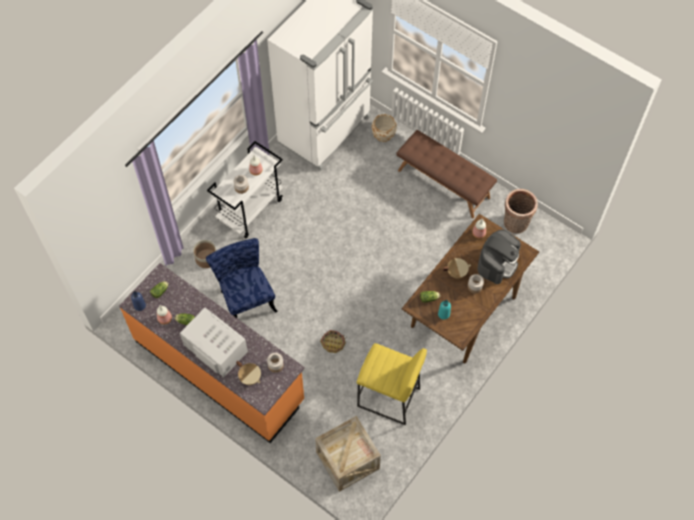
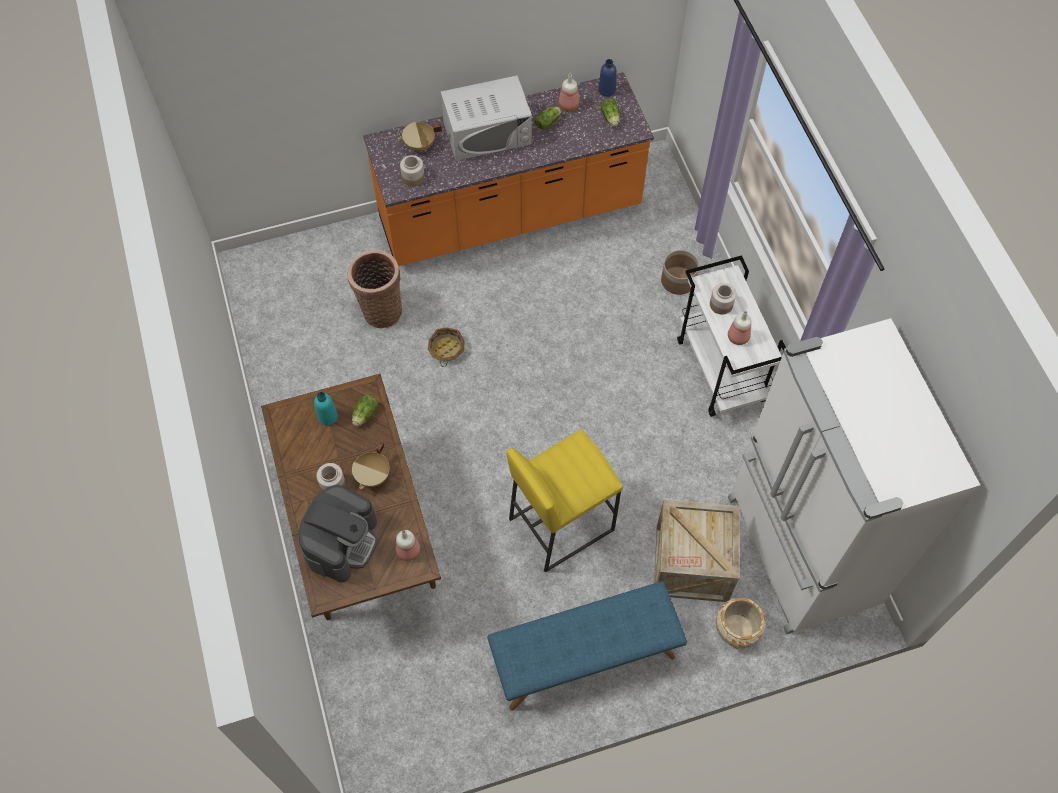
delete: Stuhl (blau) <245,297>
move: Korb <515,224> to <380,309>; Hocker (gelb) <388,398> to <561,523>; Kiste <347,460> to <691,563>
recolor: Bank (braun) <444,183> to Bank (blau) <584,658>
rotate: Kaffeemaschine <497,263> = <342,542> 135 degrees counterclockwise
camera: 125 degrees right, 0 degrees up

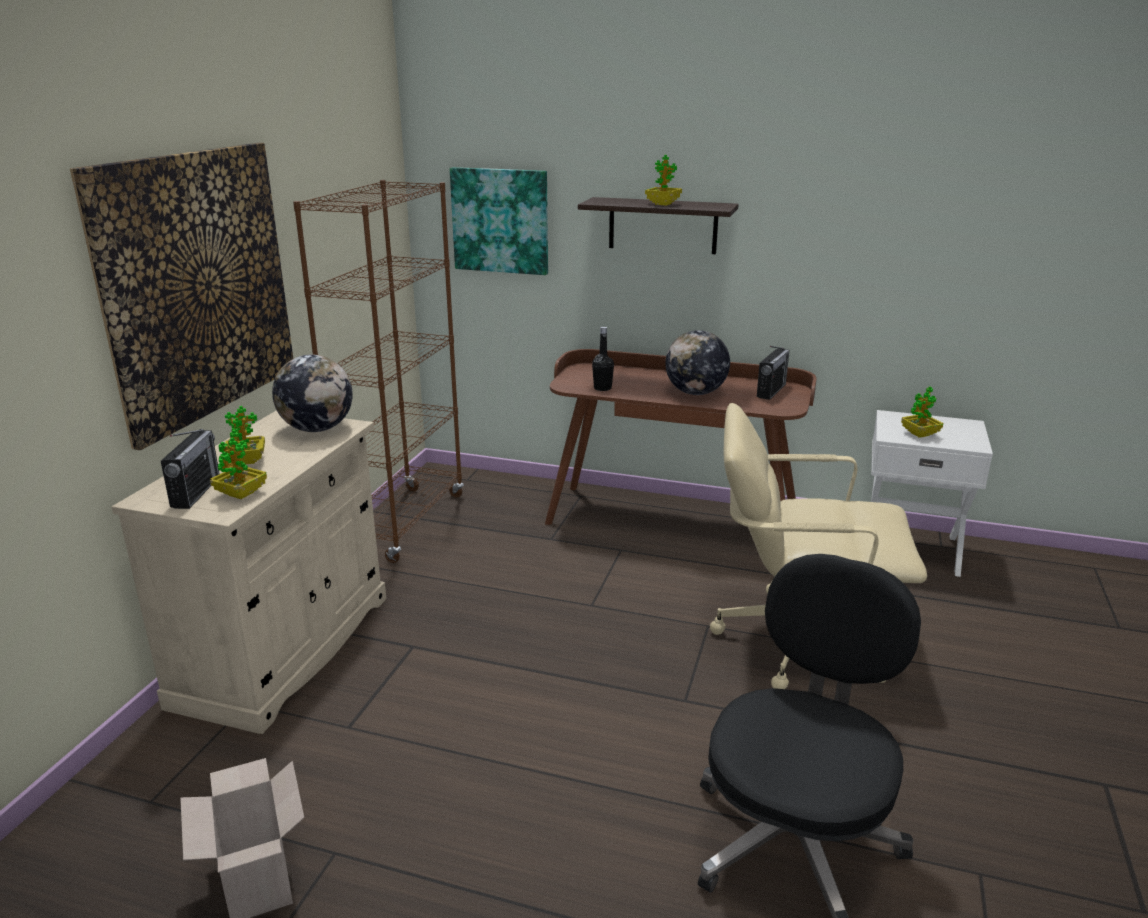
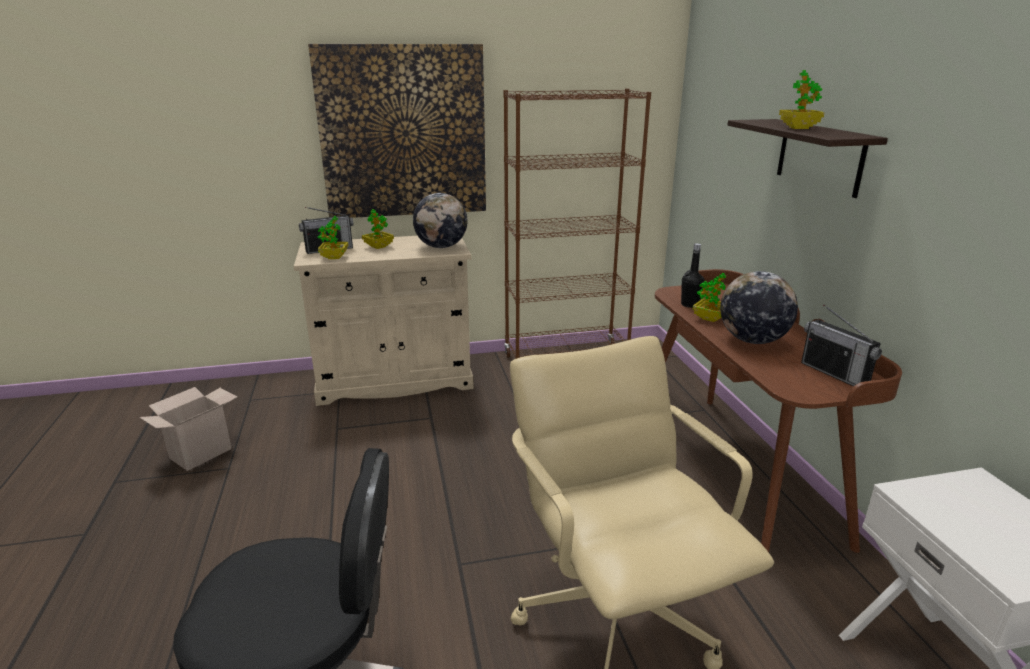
delete: Bild <500,220>
move: Topfpflanze <920,434> to <710,318>
rotate: Radio <771,391> = <834,373> 60 degrees clockwise
camera: 60 degrees right, 0 degrees up

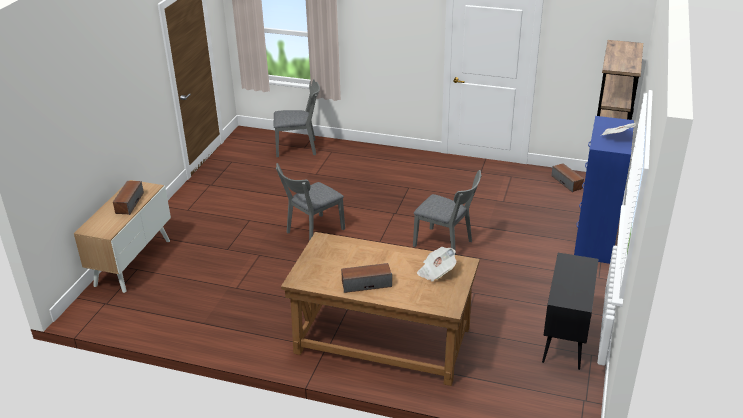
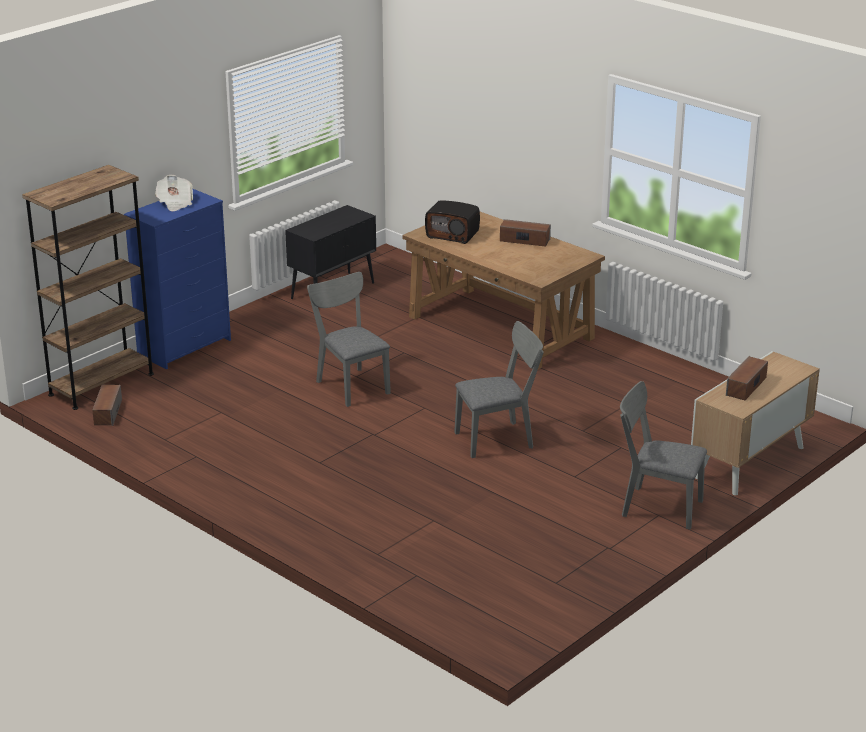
move: Stuhl (grau) <300,148> to <655,506>
replace: Zeitung <436,272> to Radio <453,234>
camera: 155 degrees left, 5 degrees down

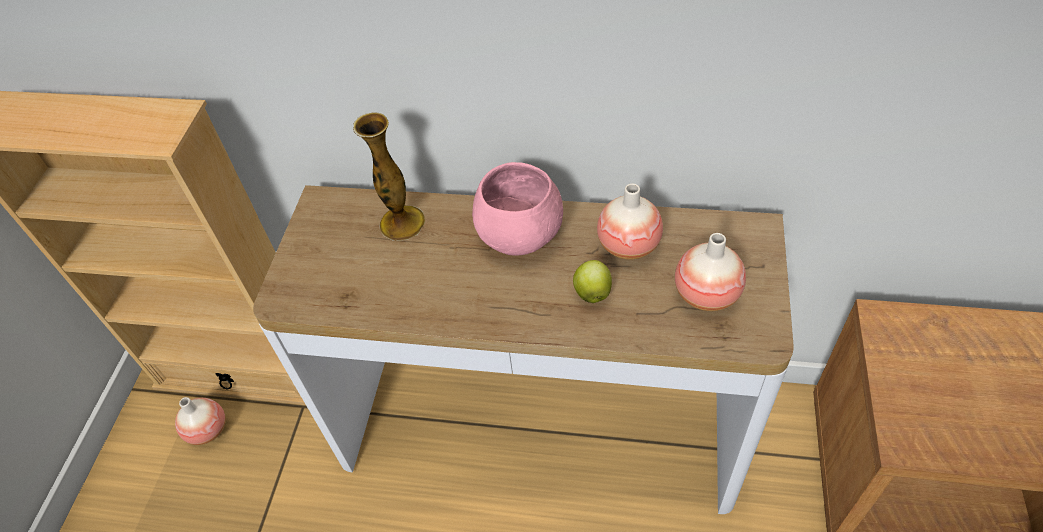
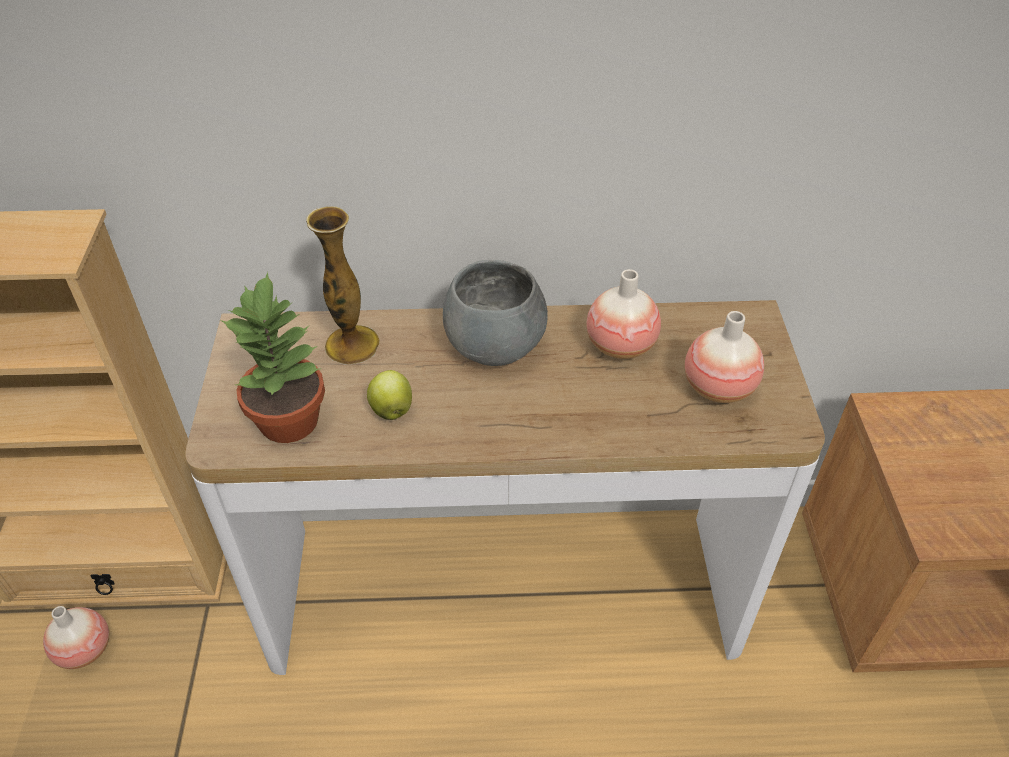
insert: Topfpflanze <291,420>
move: Apfel <592,292> to <391,409>
recolor: Schüssel (rosa) <521,235> to Schüssel (grau) <496,345>
camera: 15 degrees left, 5 degrees down

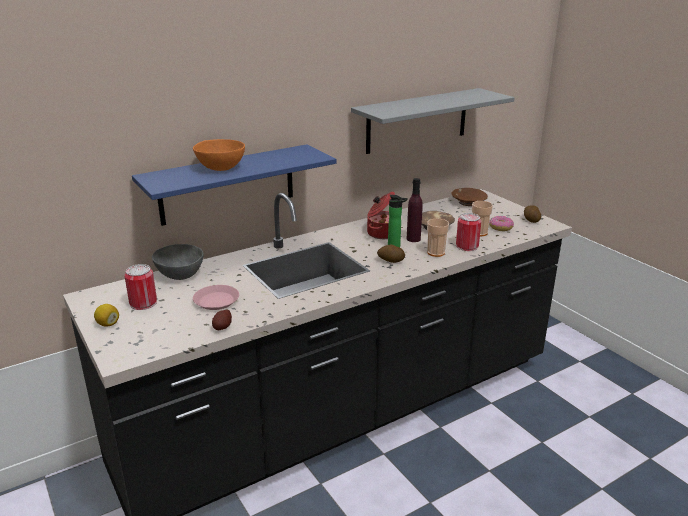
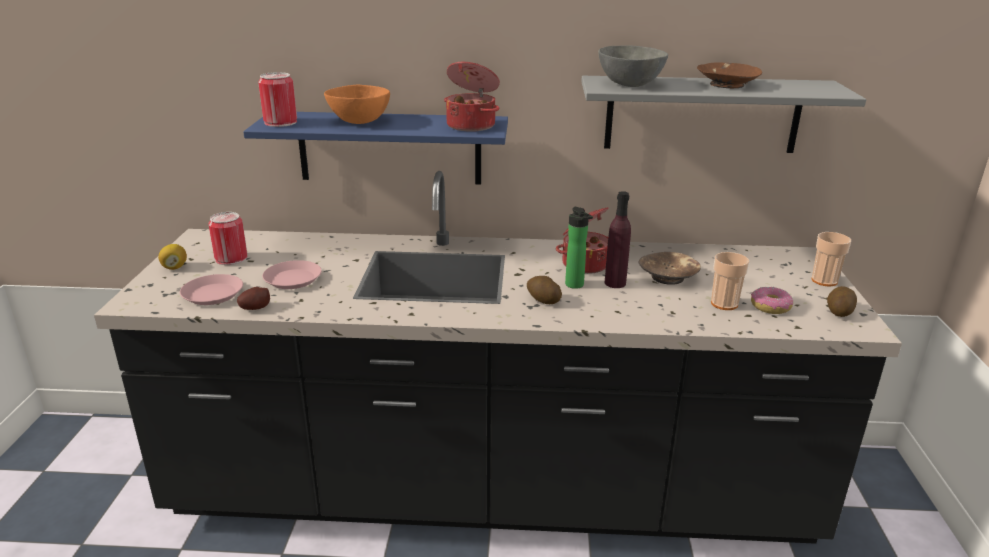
insert: Kochtopf <472,125>; Teller (rosa) <212,294>
move: Schüssel (braun) <468,202> to <726,84>; Dose <467,246> to <280,122>; Tasse <436,253> to <824,281>; Schüssel (grau) <180,274> to <629,84>
camera: 35 degrees right, 0 degrees up

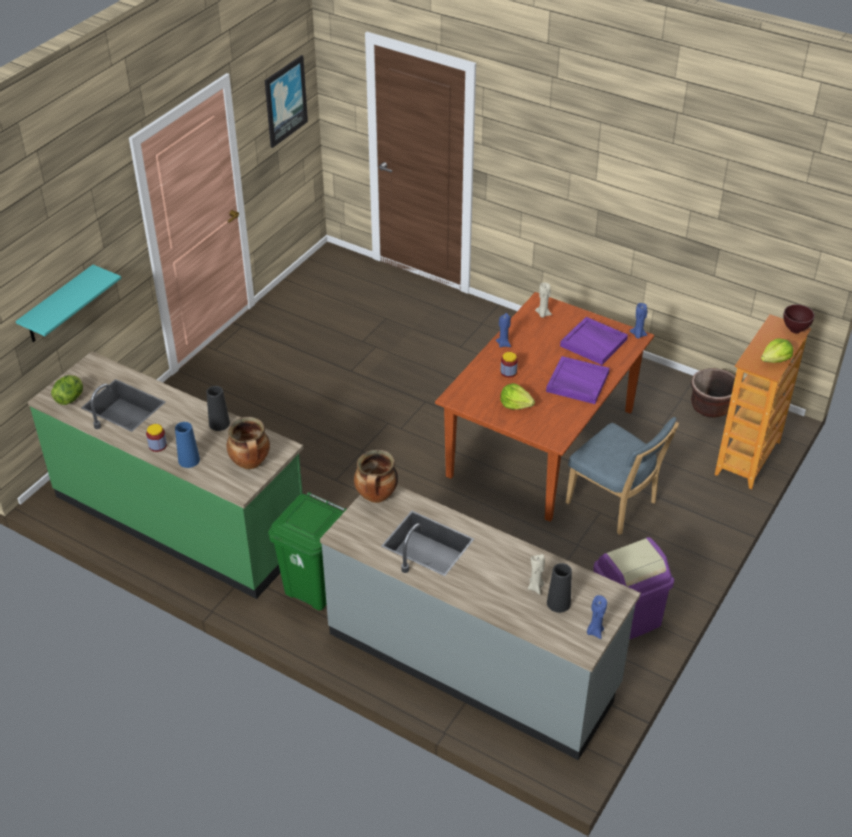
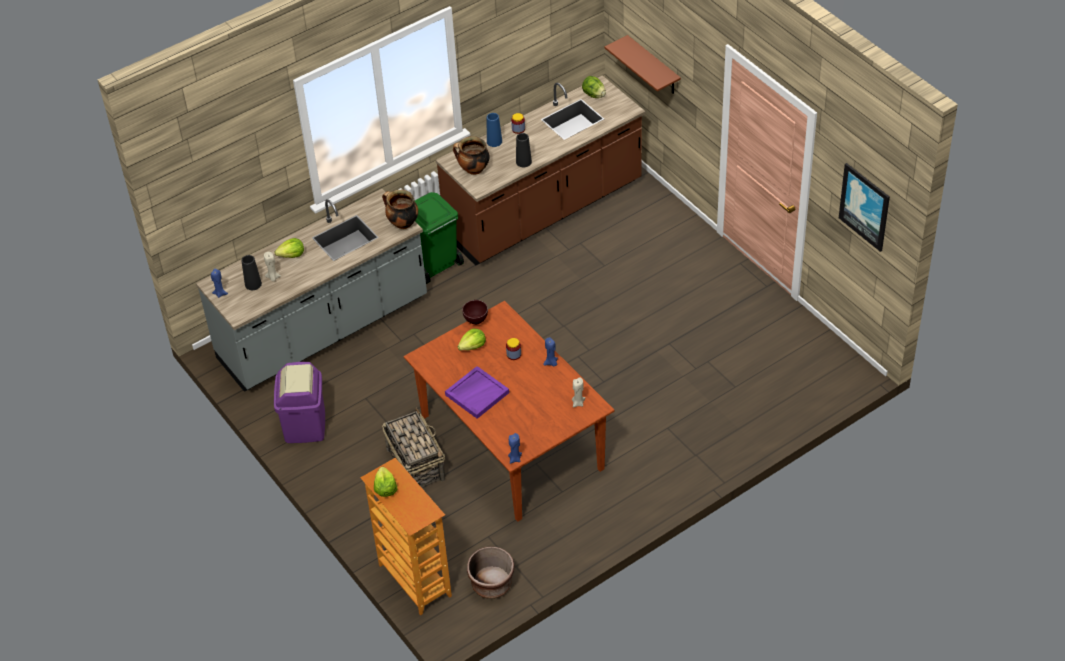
delete: Tablett (lila) <594,343>
insert: Salatkopf <292,255>
move: Schüssel (braun) <794,330> to <475,321>
replace: Stuhl (blau) <614,505> to Korb <415,463>
recolor: Wandregal (türkis) <58,306> to Wandregal (braun) <653,66>; Küchenzeile (grün) <180,518> to Küchenzeile (braun) <545,211>
camera: 115 degrees right, 5 degrees up

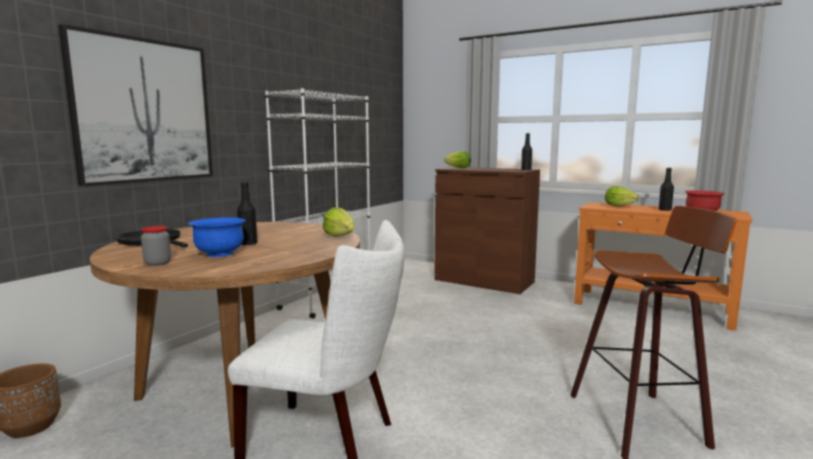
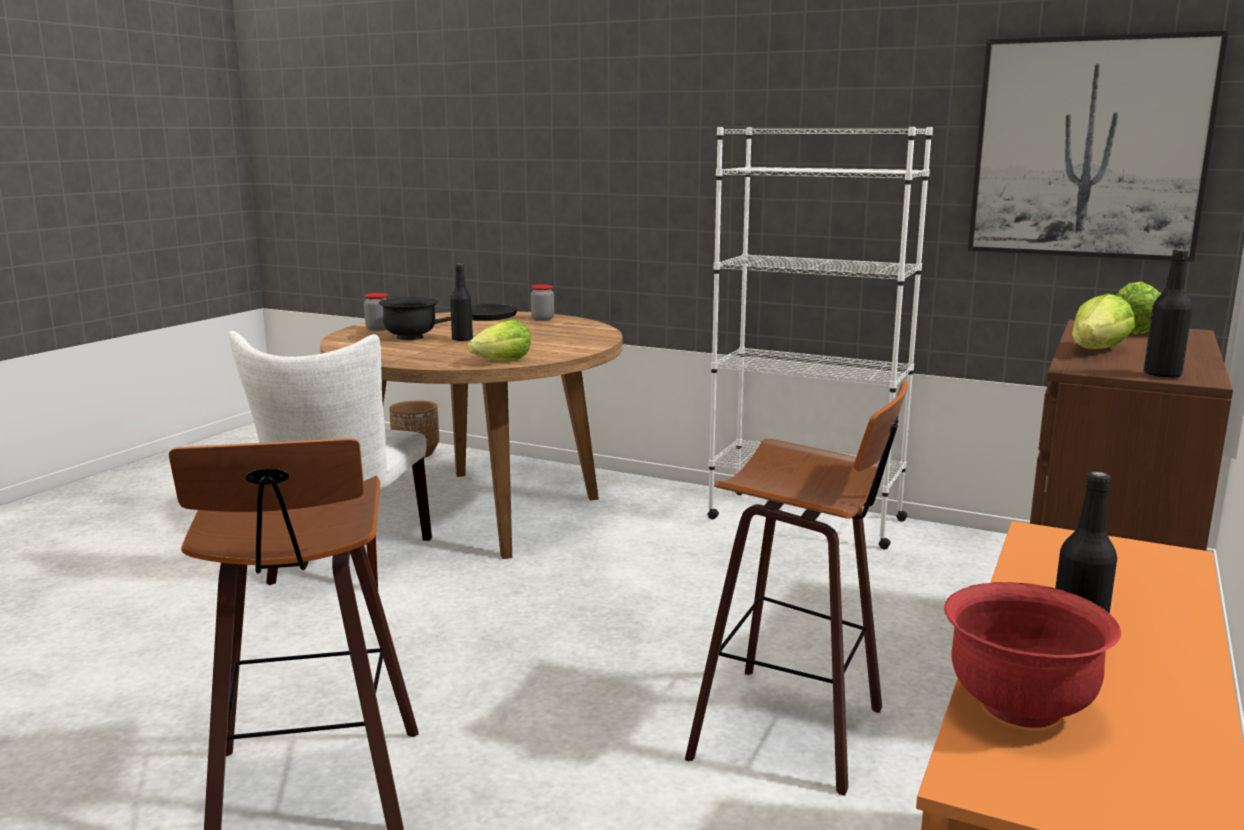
insert: Vorratsglas <542,319>; Hocker <796,730>
move: Bild <144,111> to <1089,148>; Salatkopf <619,206> to <1097,350>
recolor: Schüssel (blau) <220,254> to Schüssel (schwarz) <410,337>
camera: 85 degrees right, 5 degrees up

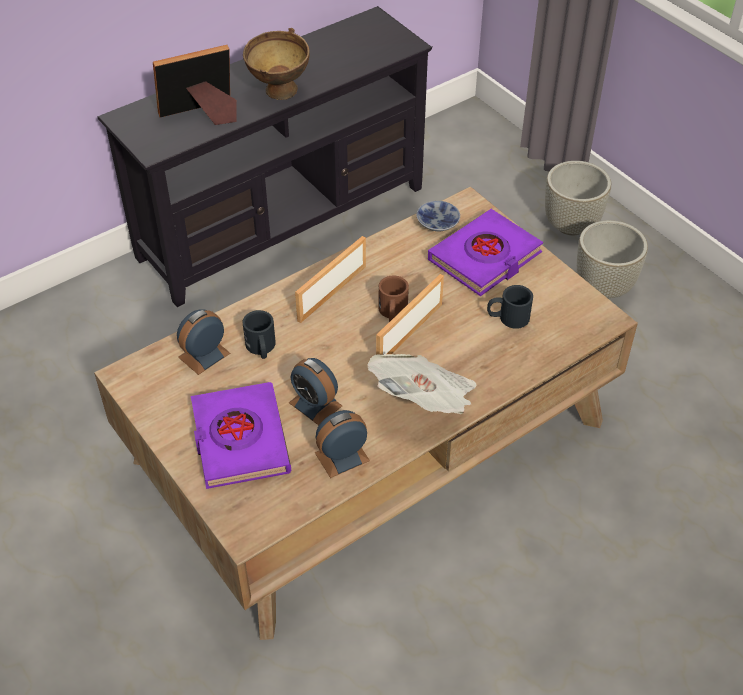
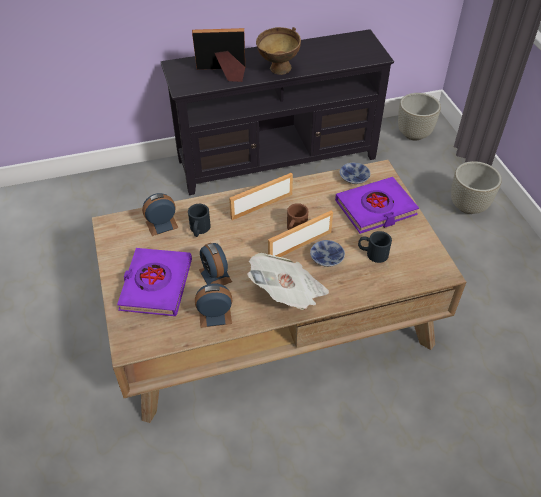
insert: Schüssel <327,259>
move: Pflanzkübel (grau) <603,286> to <414,134>
camera: 20 degrees right, 0 degrees up

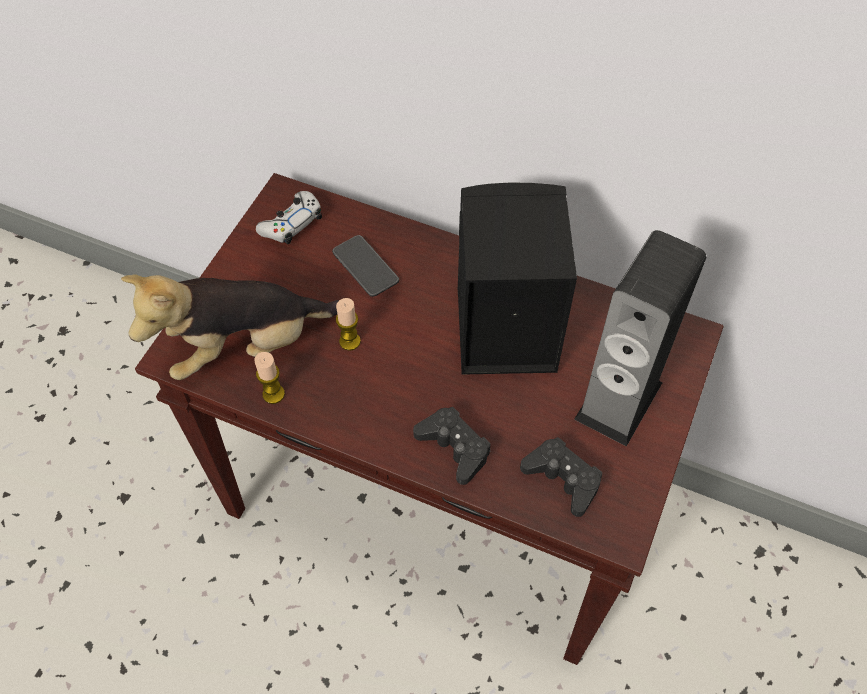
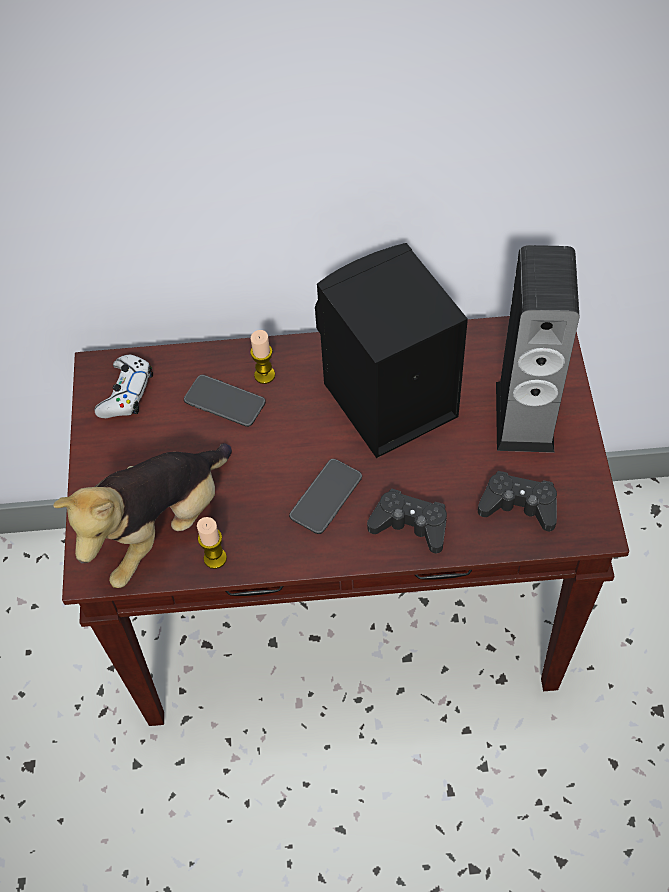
insert: Handy <326,497>
move: Kerze <350,341> to <264,375>
camera: 25 degrees left, 0 degrees up

